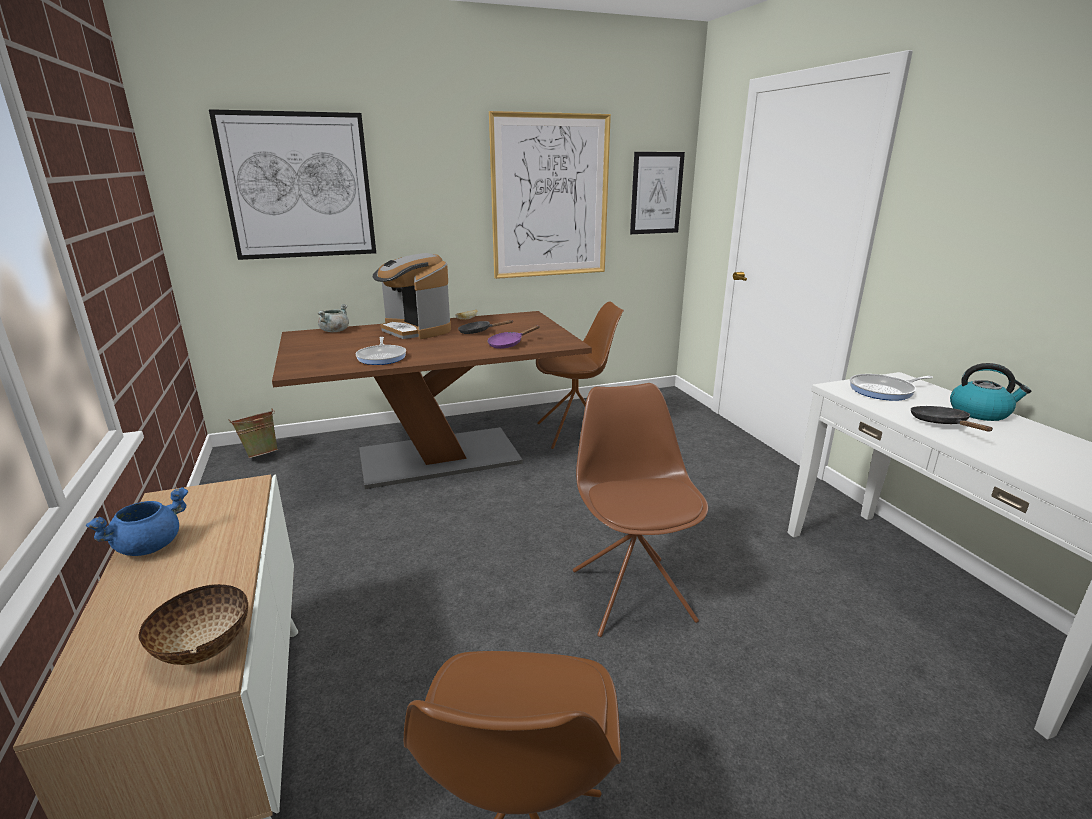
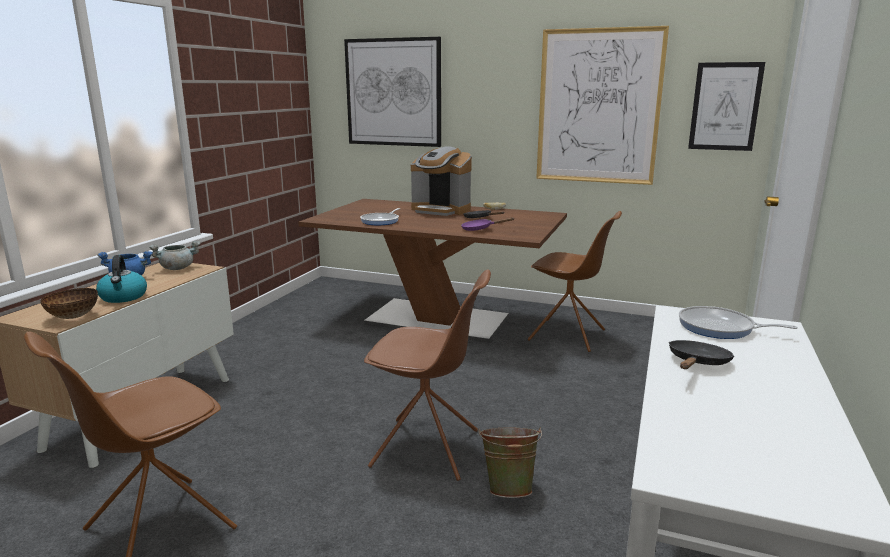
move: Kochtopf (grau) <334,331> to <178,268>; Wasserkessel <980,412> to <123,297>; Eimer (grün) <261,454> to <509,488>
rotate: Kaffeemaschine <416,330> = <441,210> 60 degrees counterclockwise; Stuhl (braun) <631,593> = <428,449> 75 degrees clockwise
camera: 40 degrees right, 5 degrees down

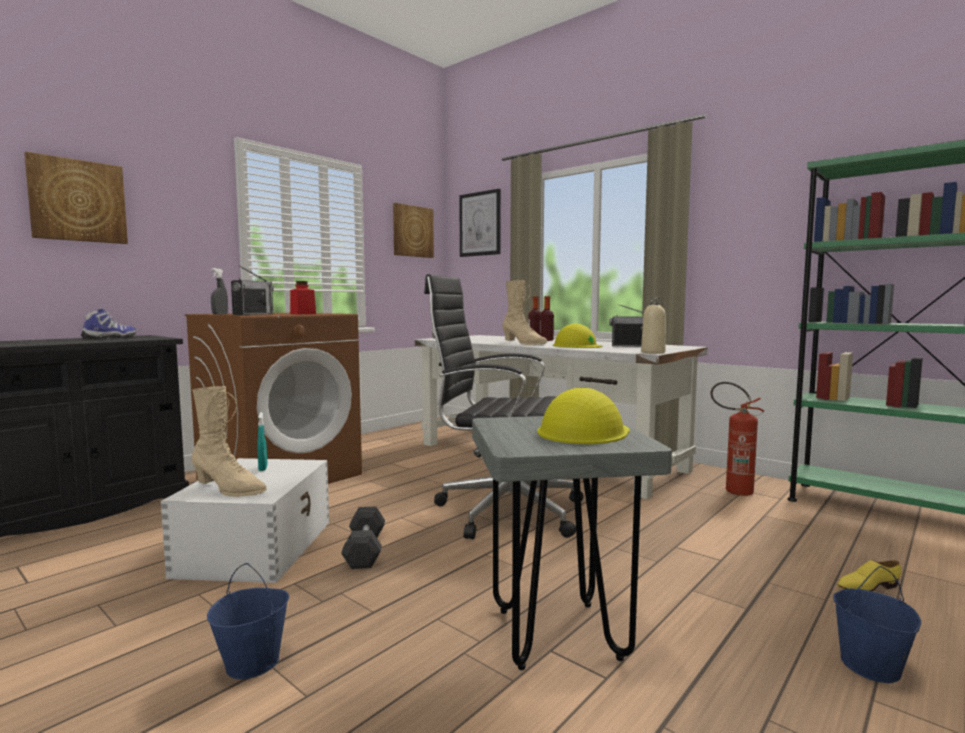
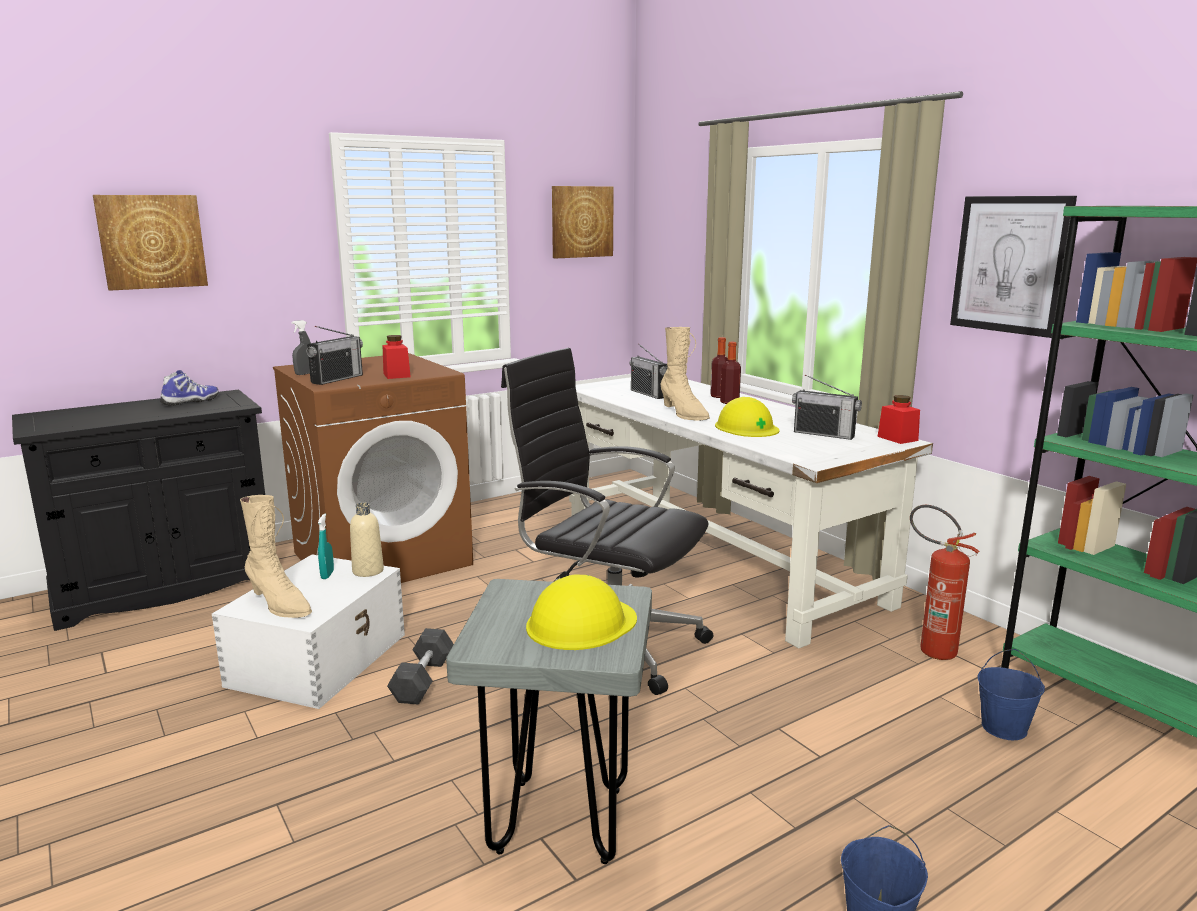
delete: Schuh (gelb) <867,587>
insert: Radio <649,394>; Vorratsglas (rot) <897,438>
move: Bild <480,224> to <1010,264>; Flasche (beige) <653,352> to <368,571>; Eimer (blau) <253,662> to <1004,728>
camera: 15 degrees right, 10 degrees up

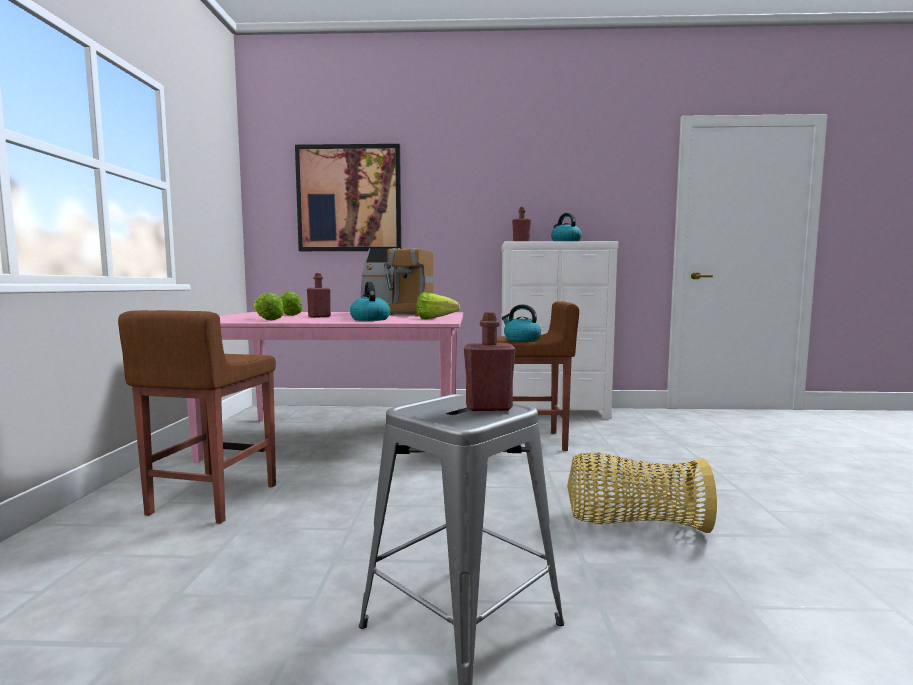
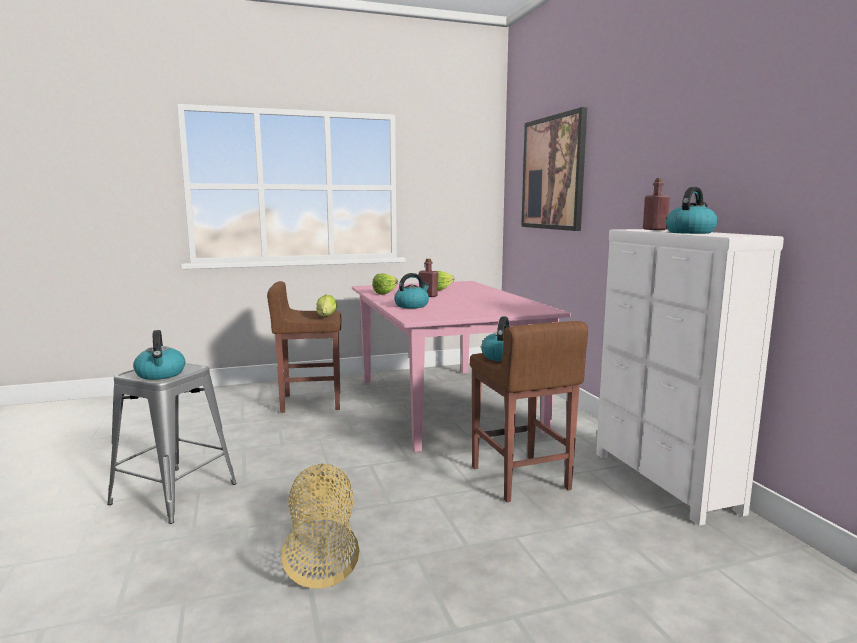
delete: Kaffeemaschine <396,314>
move: Salatkopf <438,319> to <325,318>
replace: Flasche (rot) <489,408> to Wasserkessel <161,374>
camera: 70 degrees right, 5 degrees up

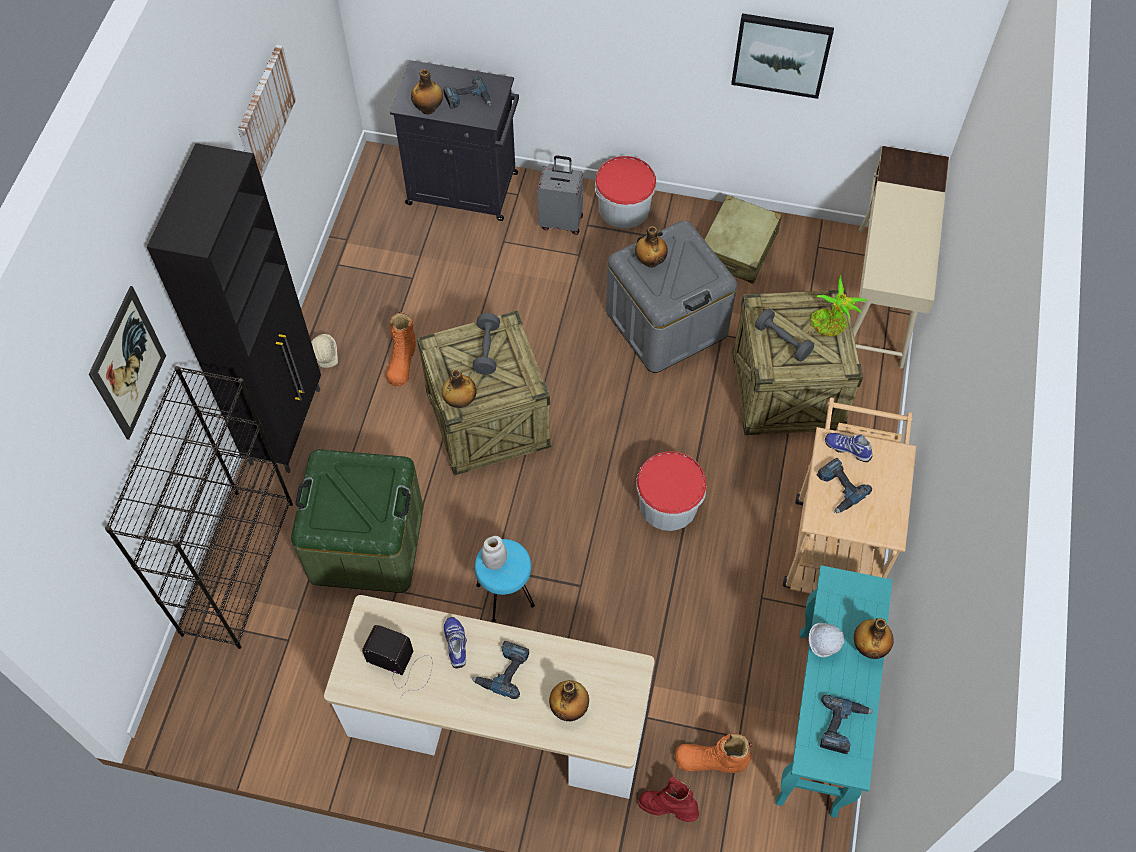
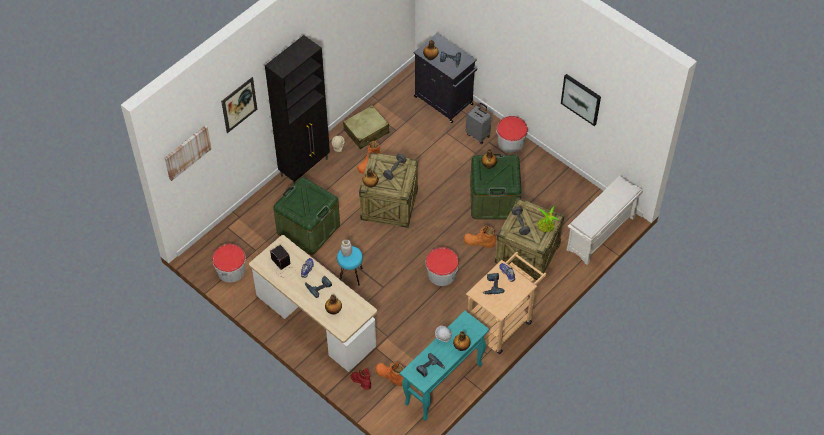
delete: Bücherregal (schwarz) <237,566>
insert: Stiefel (orange) <479,242>; Eimer <231,270>
move: Bild <265,113> to <187,152>; Koffer (beige) <738,248> to <366,131>
replace: Schreibtisch (beige) <880,297> to Schuhregal (weiß) <600,234>
recolor: Aufbewahrungsbox (grau) <666,323> to Aufbewahrungsbox (grün) <494,200>
camera: 30 degrees right, 5 degrees down

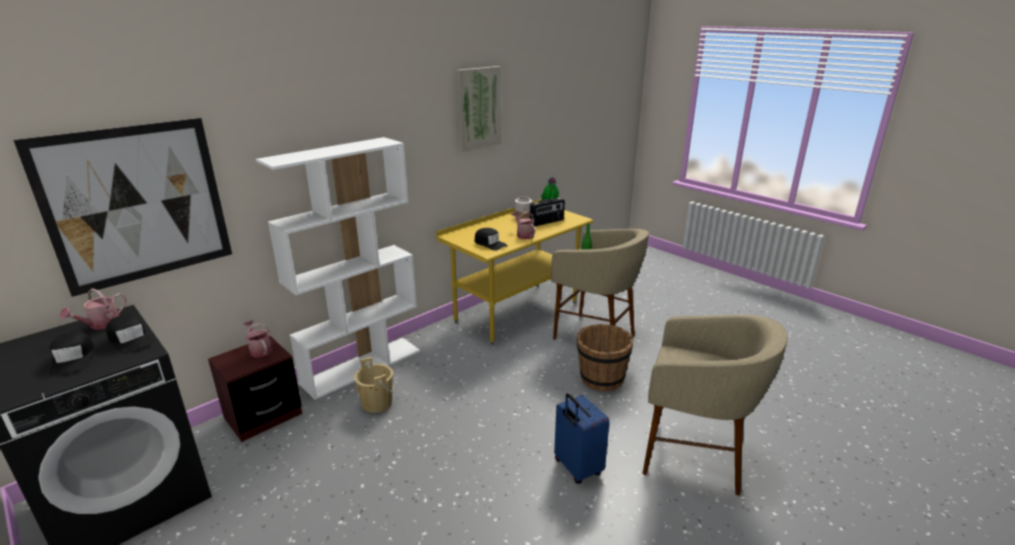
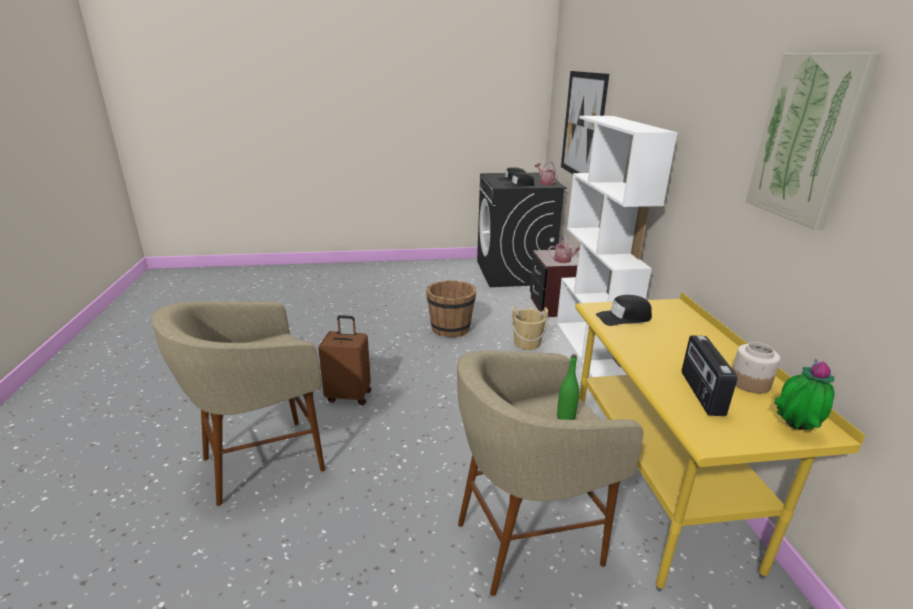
delete: Gießkanne <523,235>
move: Eimer (braun) <601,379> to <450,328>
recolor: Koffer (blau) <576,468> to Koffer (braun) <349,395>
camera: 125 degrees right, 0 degrees up

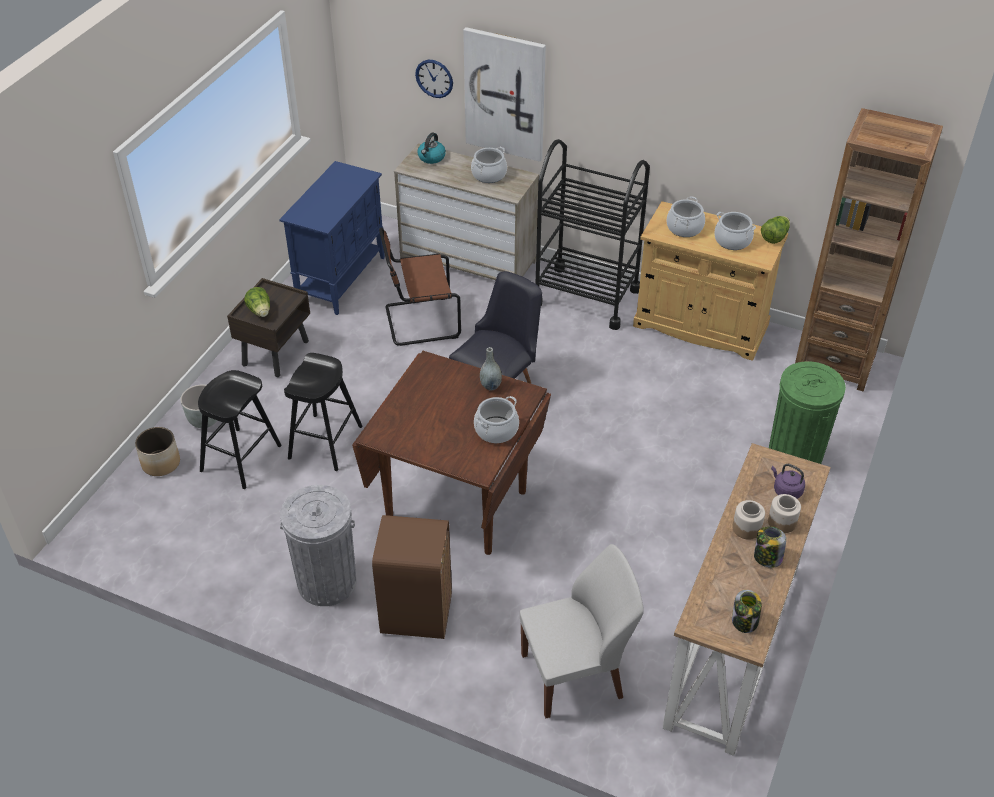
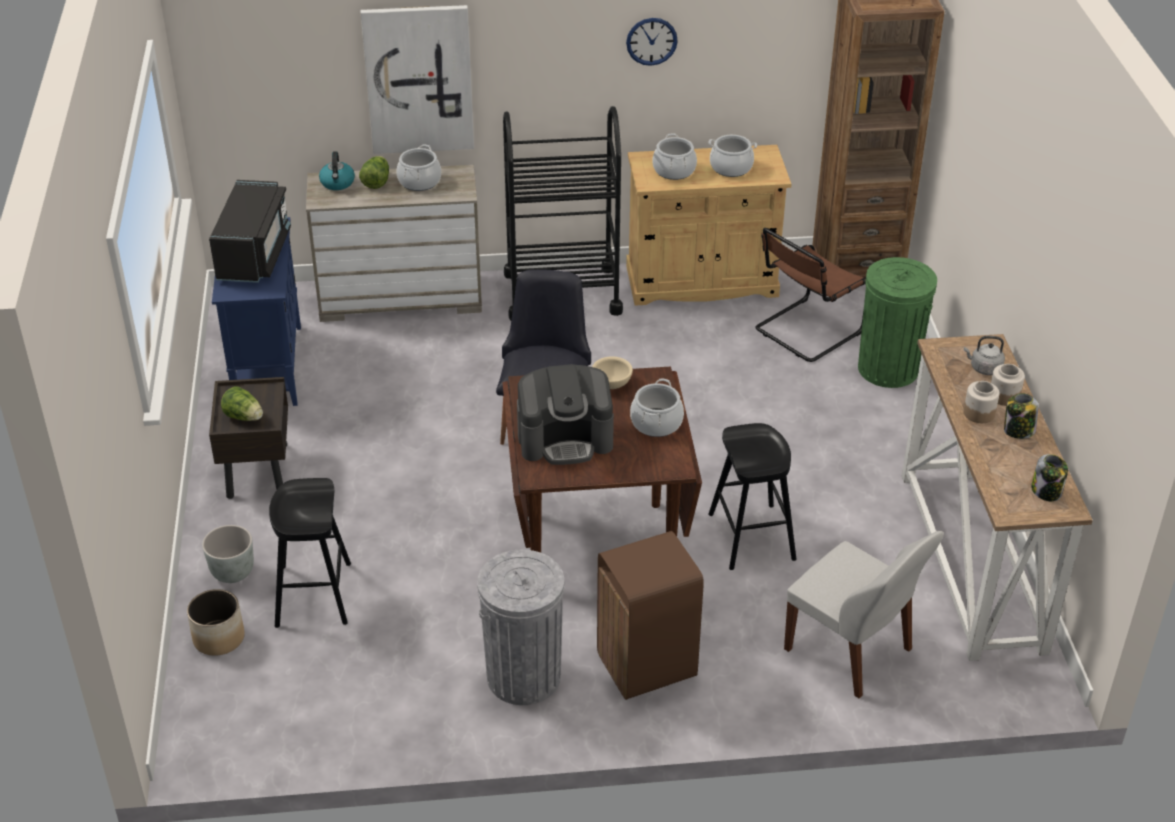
insert: Mikrowelle (schwarz) <254,254>; Kaffeemaschine <565,438>
move: Wanduhr <434,78> to <651,41>; Salatkopf <774,237> to <376,182>; Stuhl (braun) <419,322> to <805,332>; Hocker (schwarz) <325,442> to <751,536>
replace: Vase (grau) <490,386> to Schüssel (beige) <612,384>
recolor: Wasserkessel (lila) <786,490> to Wasserkessel (grau) <984,368>
rotate: Stuhl (weiß) <575,675> = <850,651> 90 degrees clockwise
camera: 30 degrees left, 5 degrees down

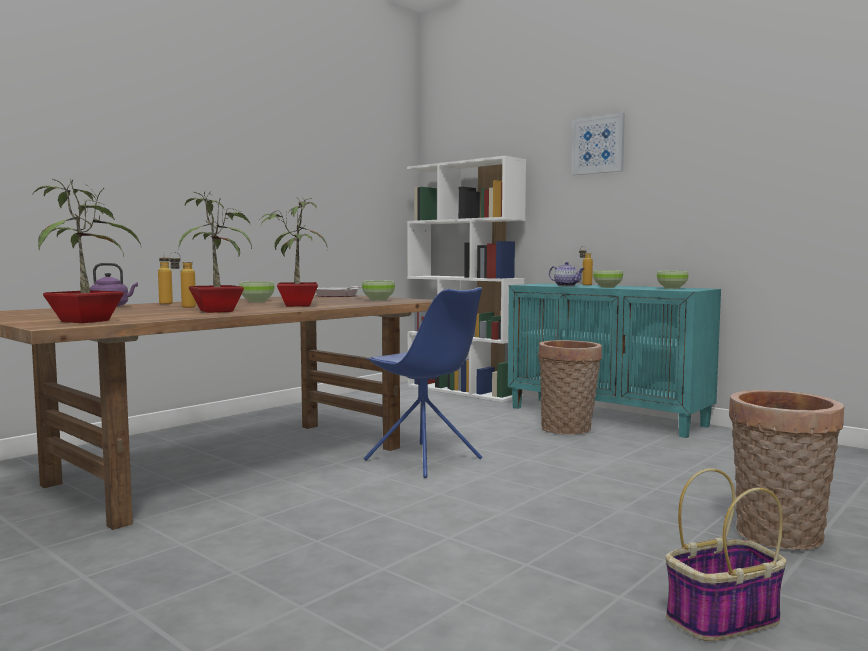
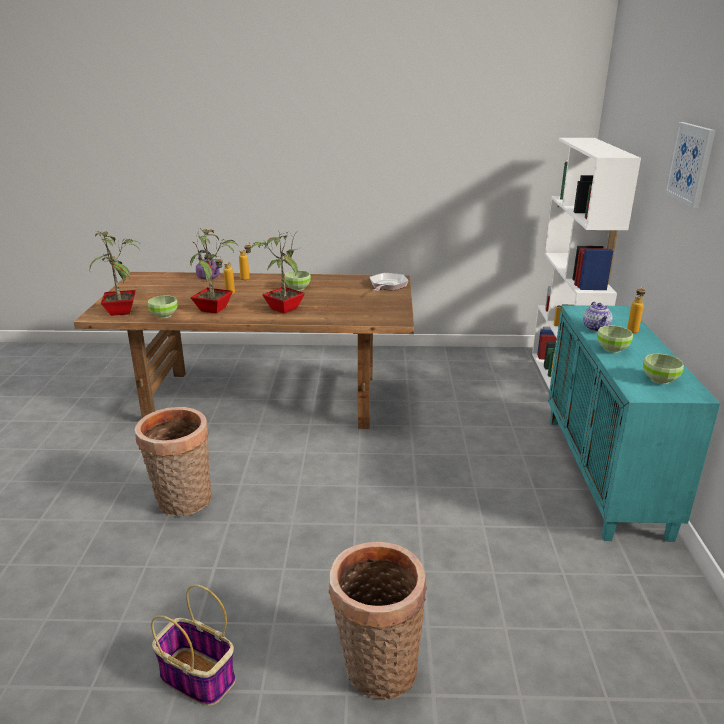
delete: Stuhl (blau) <424,460>
move: Schüssel (grün) <378,300> to <164,315>; Korb <568,430> to <182,503>
camera: 50 degrees right, 20 degrees up

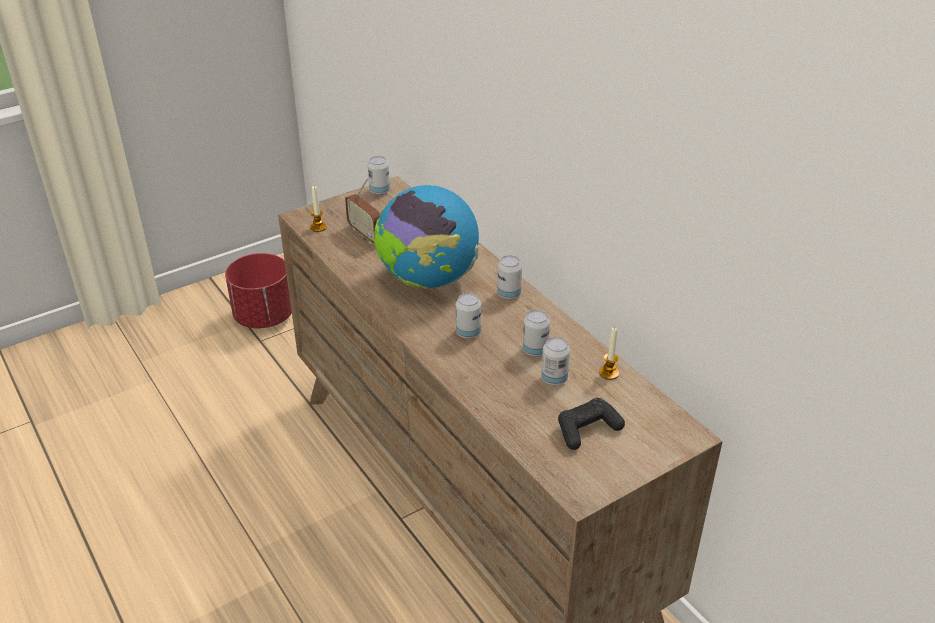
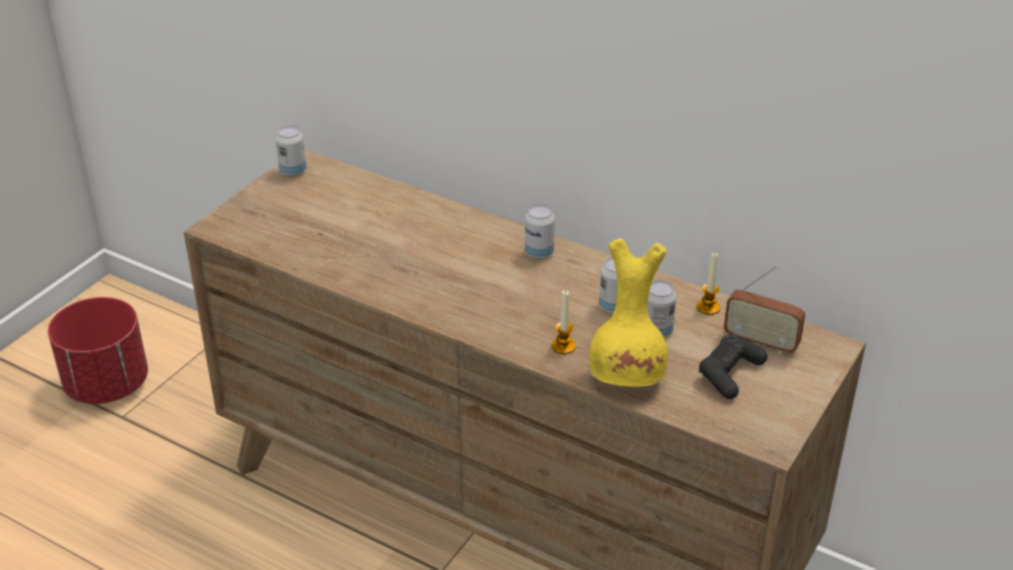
delete: Globus <428,280>; Dose <468,333>
insert: Vase (gelb) <628,376>
move: Radio <366,234> to <760,342>; Kerze <318,227> to <563,346>
camera: 25 degrees left, 0 degrees up

